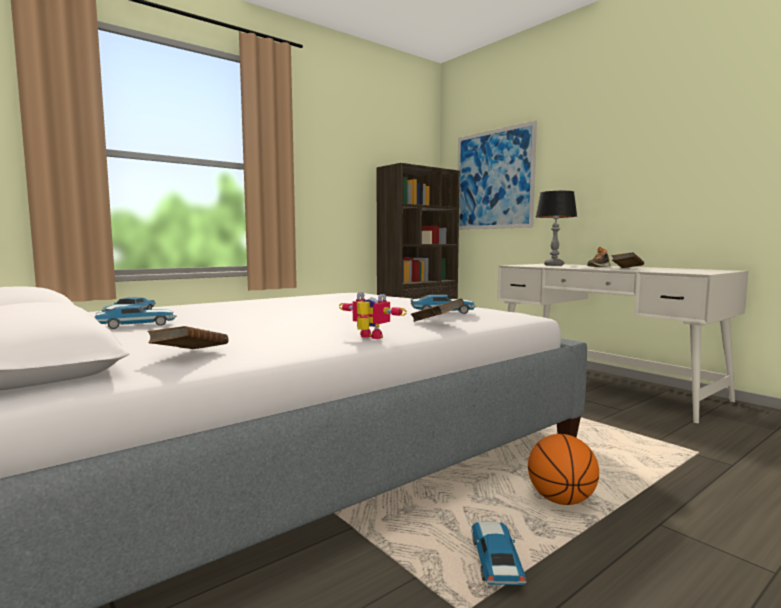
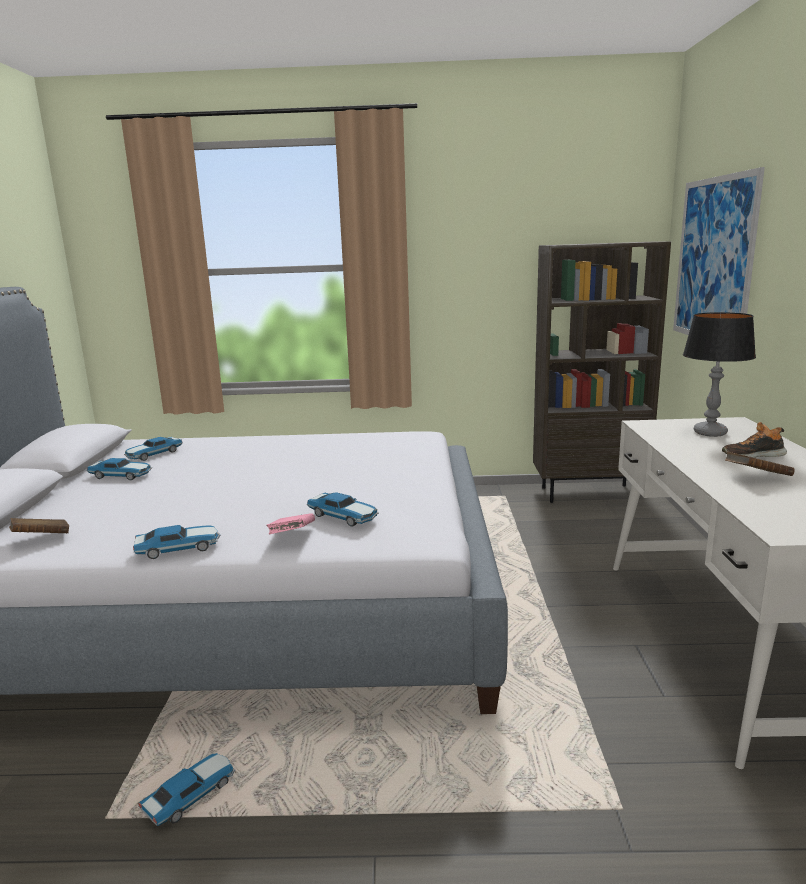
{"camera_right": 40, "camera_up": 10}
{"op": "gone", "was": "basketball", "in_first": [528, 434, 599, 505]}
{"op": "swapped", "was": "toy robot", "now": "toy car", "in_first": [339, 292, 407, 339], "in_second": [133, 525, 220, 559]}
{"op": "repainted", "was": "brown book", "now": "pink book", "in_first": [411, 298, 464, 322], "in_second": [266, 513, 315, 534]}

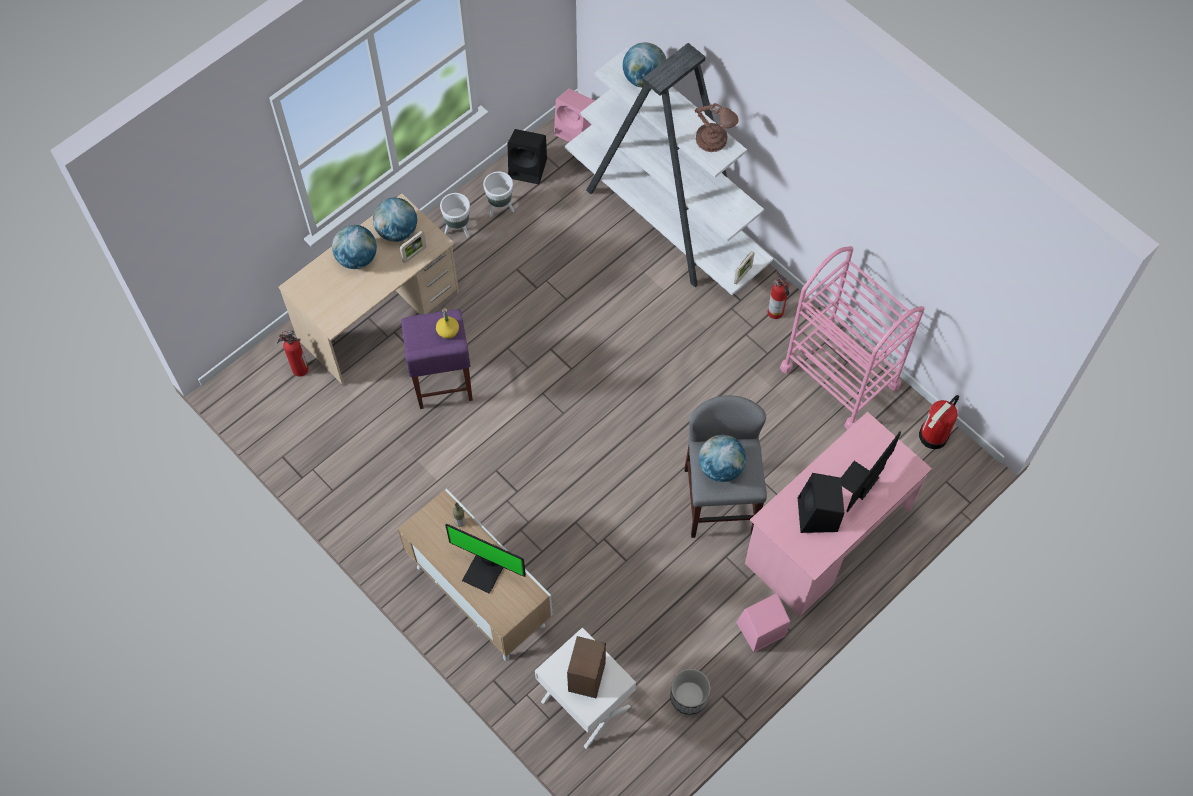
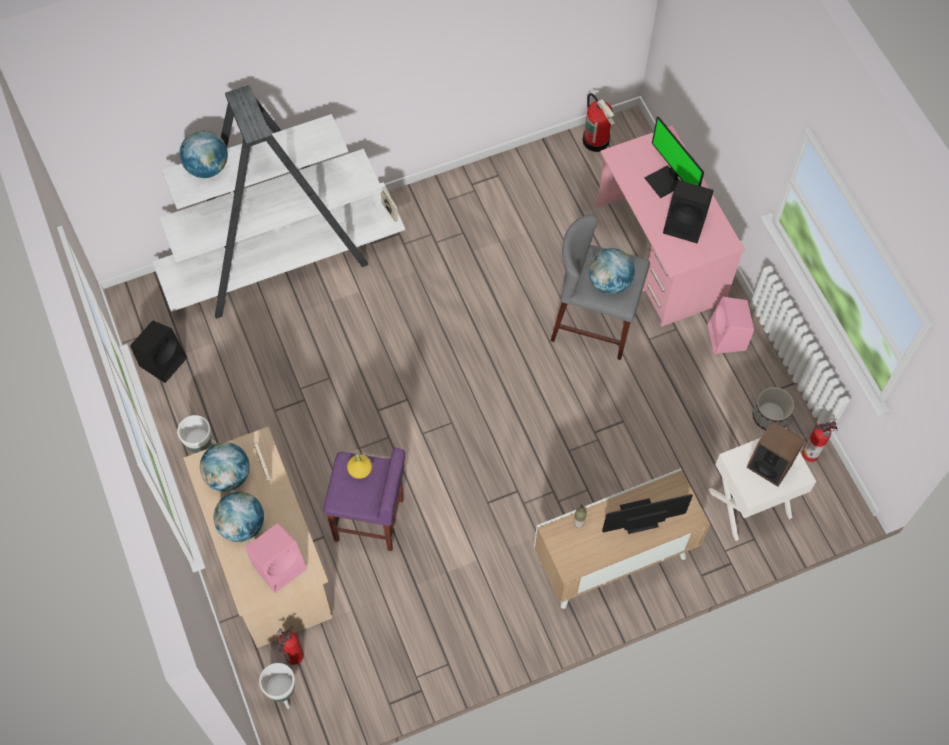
{"camera_right": -70, "camera_up": 0}
{"op": "gone", "was": "brown table lamp", "in_first": [695, 103, 739, 152]}
{"op": "gone", "was": "pink cart", "in_first": [780, 246, 925, 430]}
{"op": "shifted", "was": "white planter", "in_first": [483, 171, 514, 217], "in_second": [259, 663, 295, 709]}
{"op": "shifted", "was": "pink speaker", "in_first": [554, 89, 595, 142], "in_second": [245, 523, 307, 593]}
{"op": "shifted", "was": "fire extinguisher", "in_first": [768, 271, 789, 319], "in_second": [802, 421, 838, 462]}
{"op": "rotated", "was": "monitor", "in_first": [445, 524, 526, 594], "in_second": [602, 494, 693, 534], "clockwise": -150}

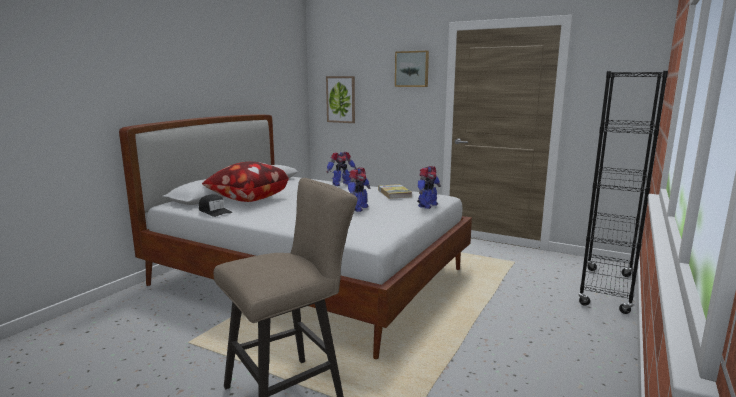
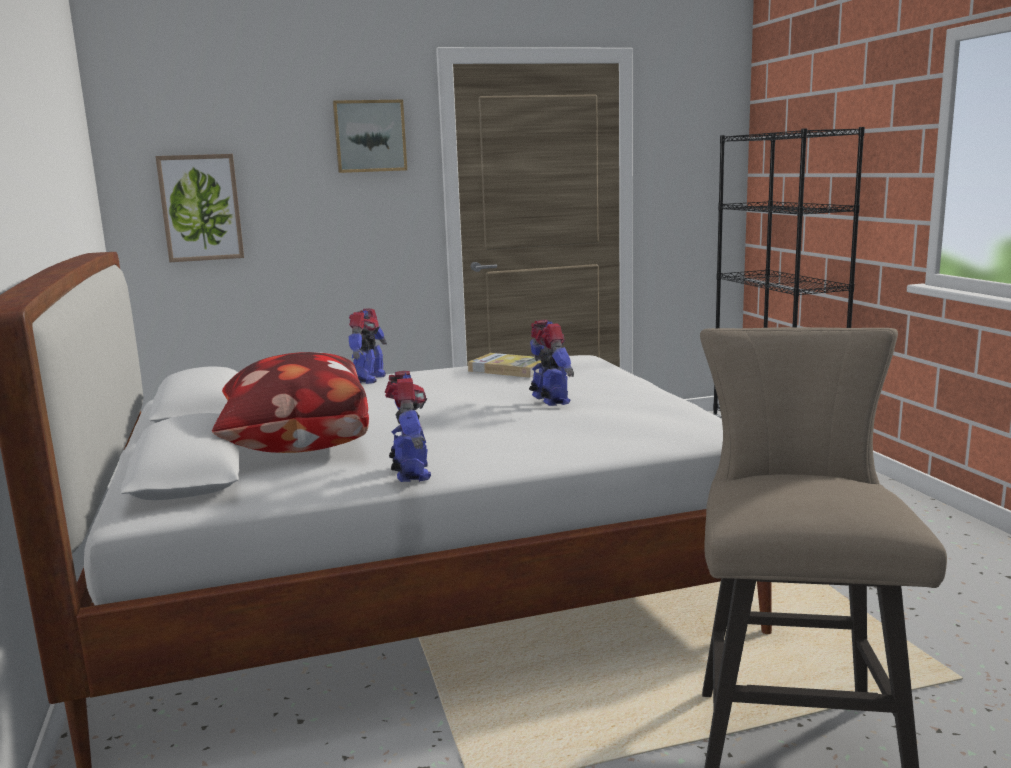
{"camera_right": -45, "camera_up": 0}
{"op": "gone", "was": "black cap", "in_first": [199, 194, 232, 217]}
{"op": "shifted", "was": "toy robot", "in_first": [417, 166, 441, 209], "in_second": [384, 371, 431, 482]}

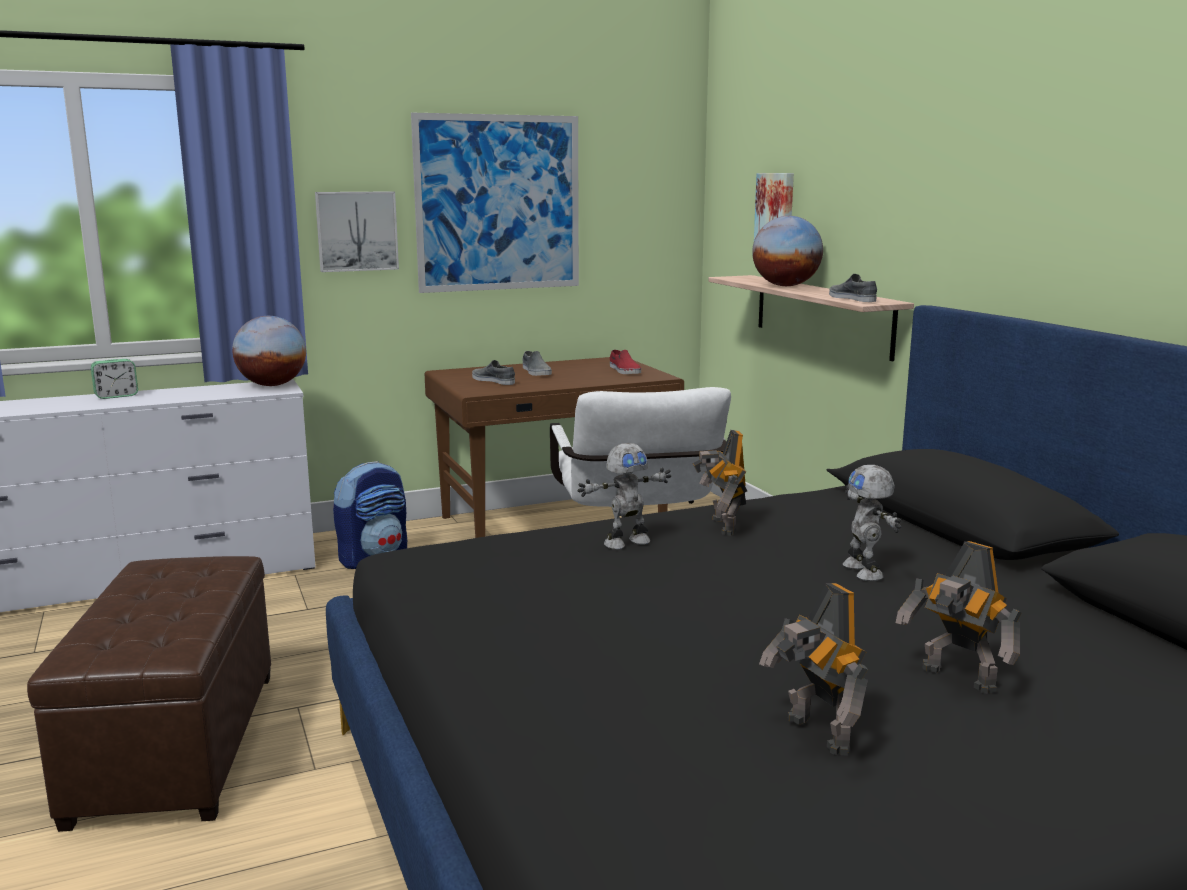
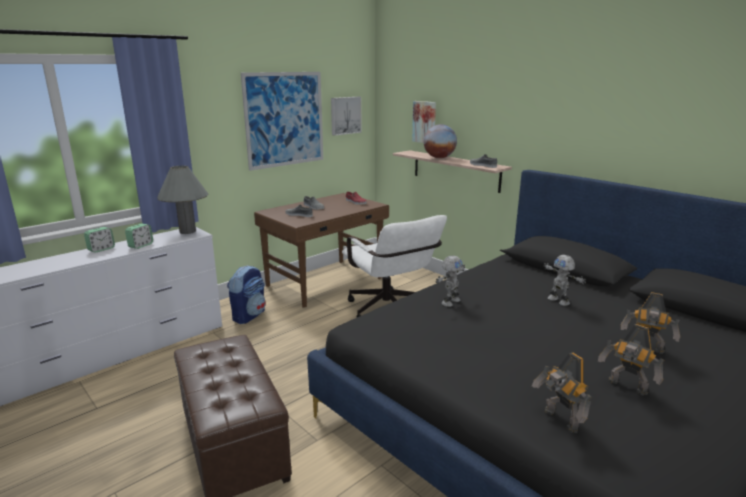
{"camera_right": -20, "camera_up": 5}
{"op": "new", "now": "alarm clock", "in_second": [125, 224, 153, 249]}
{"op": "shifted", "was": "picture", "in_first": [315, 191, 399, 272], "in_second": [331, 97, 362, 136]}
{"op": "shifted", "was": "toy robot", "in_first": [693, 430, 747, 536], "in_second": [532, 353, 591, 433]}
{"op": "swapped", "was": "globe", "now": "grey table lamp", "in_first": [232, 316, 306, 386], "in_second": [157, 166, 208, 234]}

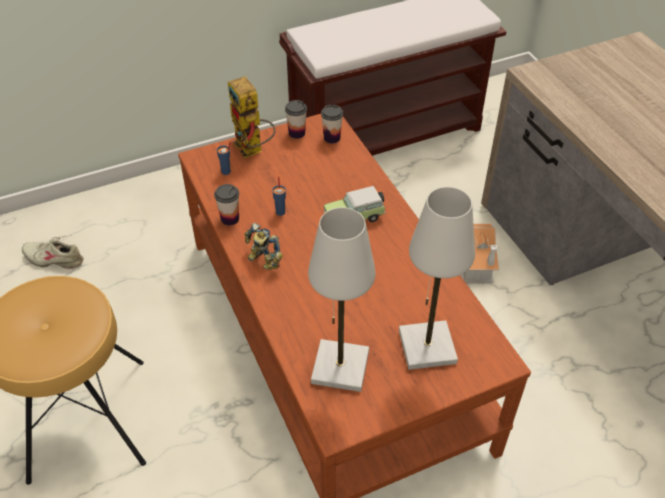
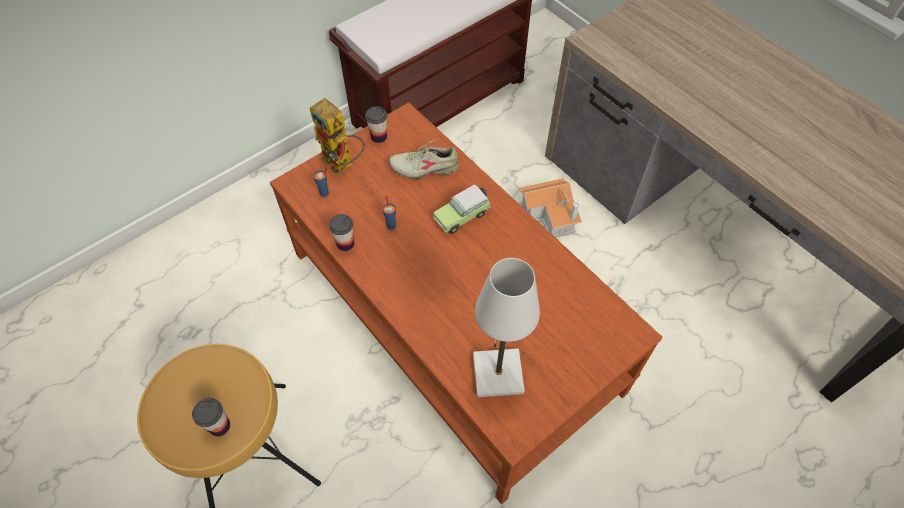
{"camera_right": -15, "camera_up": 10}
{"op": "gone", "was": "toy robot", "in_first": [244, 223, 283, 270]}
{"op": "gone", "was": "white table lamp", "in_first": [399, 187, 475, 370]}
{"op": "shifted", "was": "beige shoe", "in_first": [22, 235, 83, 269], "in_second": [389, 138, 459, 179]}
{"op": "shifted", "was": "cup", "in_first": [321, 105, 343, 143], "in_second": [192, 398, 230, 436]}

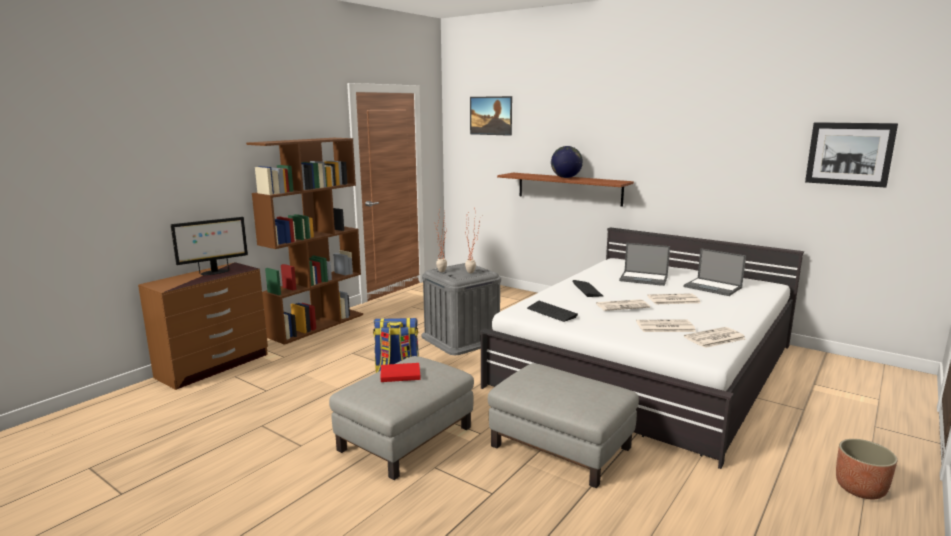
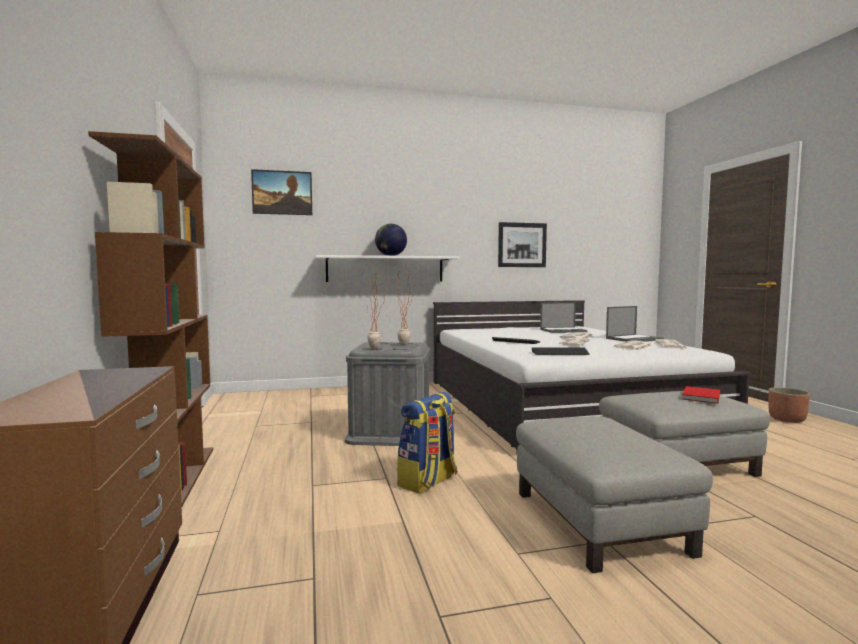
{"camera_right": -50, "camera_up": -10}
{"op": "gone", "was": "monitor", "in_first": [171, 217, 248, 275]}
{"op": "shifted", "was": "red book", "in_first": [381, 363, 421, 382], "in_second": [682, 386, 720, 404]}
{"op": "shifted", "was": "laptop", "in_first": [619, 243, 670, 286], "in_second": [606, 306, 664, 342]}
{"op": "shifted", "was": "picture", "in_first": [805, 122, 898, 188], "in_second": [498, 222, 547, 267]}
{"op": "repainted", "was": "brown shelf", "now": "white shelf", "in_first": [497, 173, 634, 207], "in_second": [316, 255, 459, 282]}

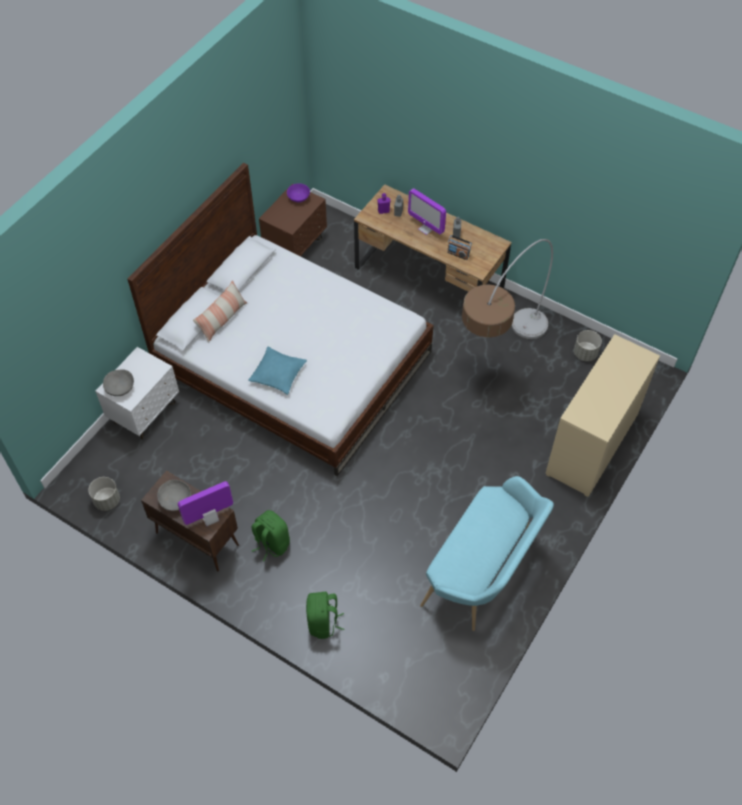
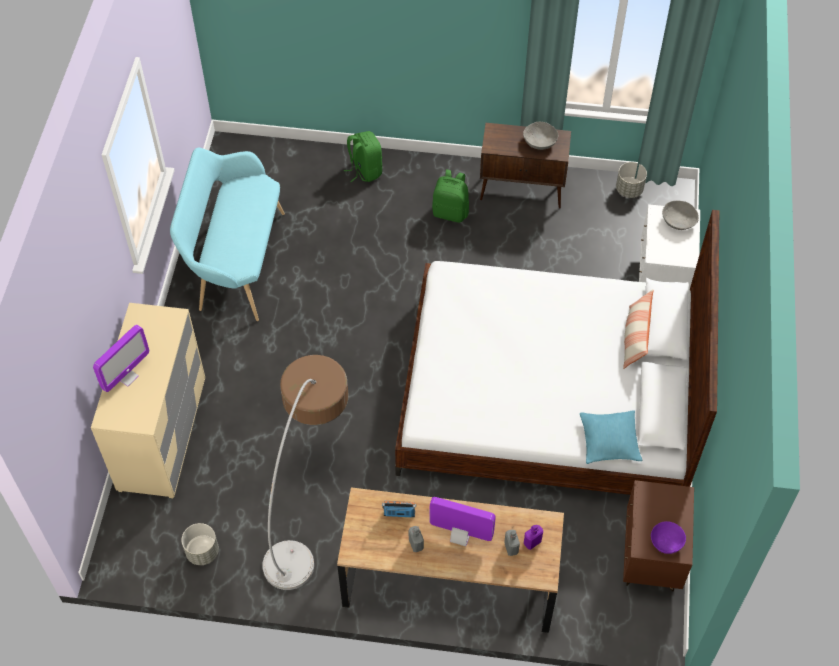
{"camera_right": 155, "camera_up": 0}
{"op": "shifted", "was": "monitor", "in_first": [178, 481, 233, 526], "in_second": [93, 325, 149, 392]}
{"op": "shifted", "was": "turquoise pillow", "in_first": [248, 347, 307, 395], "in_second": [580, 410, 642, 464]}

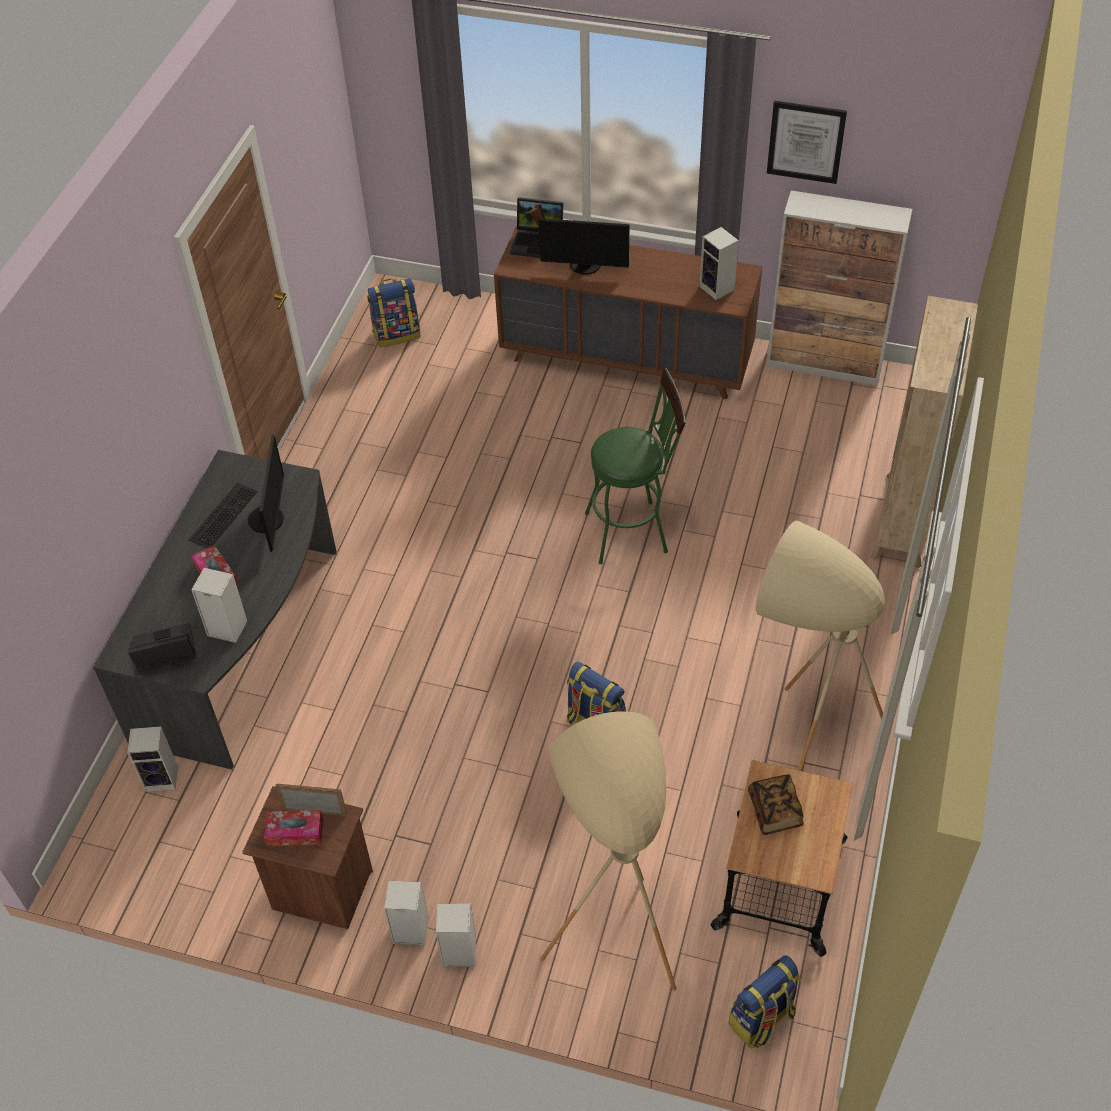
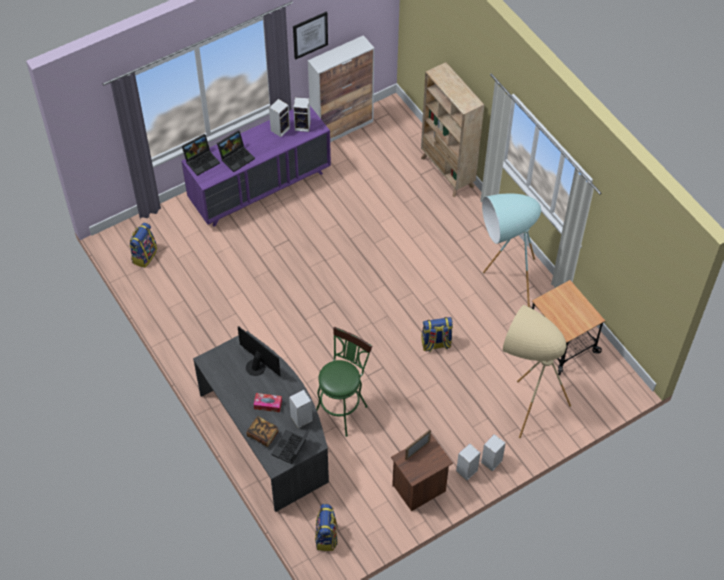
{"camera_right": -50, "camera_up": 5}
{"op": "gone", "was": "keyboard", "in_first": [189, 483, 258, 548]}
{"op": "gone", "was": "tissue box", "in_first": [264, 810, 323, 846]}
{"op": "shifted", "was": "speaker", "in_first": [127, 727, 178, 792], "in_second": [269, 99, 290, 137]}
{"op": "shifted", "was": "green stool", "in_first": [585, 368, 686, 564], "in_second": [316, 327, 372, 437]}
{"op": "shifted", "was": "backpack", "in_first": [728, 955, 800, 1048], "in_second": [315, 504, 338, 551]}
{"op": "shifted", "was": "book", "in_first": [748, 774, 804, 835], "in_second": [246, 416, 279, 447]}
{"op": "swapped", "was": "monitor", "now": "laptop", "in_first": [539, 218, 630, 275], "in_second": [217, 130, 255, 172]}
{"op": "repainted", "was": "brown dresser", "now": "purple dresser", "in_first": [494, 226, 762, 399], "in_second": [182, 106, 331, 227]}
{"op": "repainted", "was": "beige floor lamp", "now": "turquoise floor lamp", "in_first": [756, 521, 885, 771], "in_second": [482, 193, 541, 307]}

